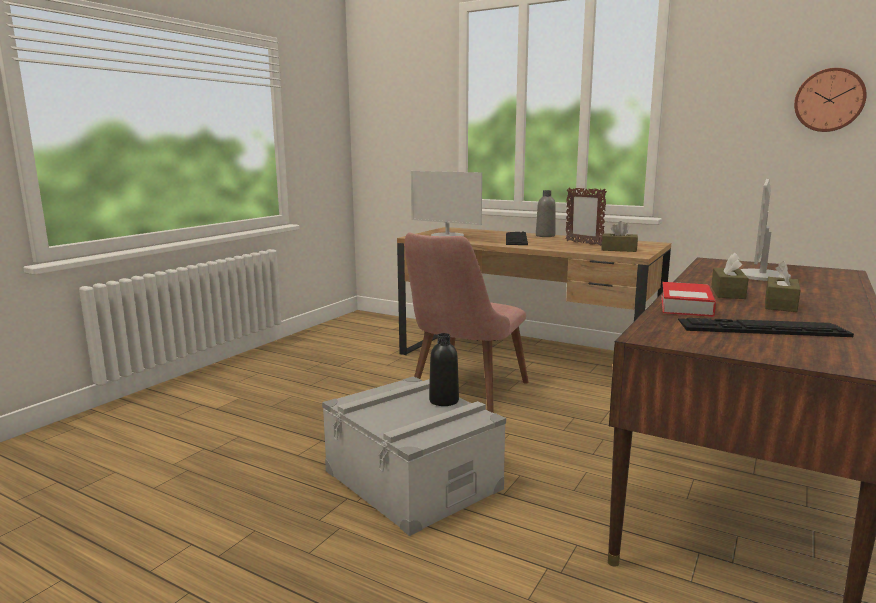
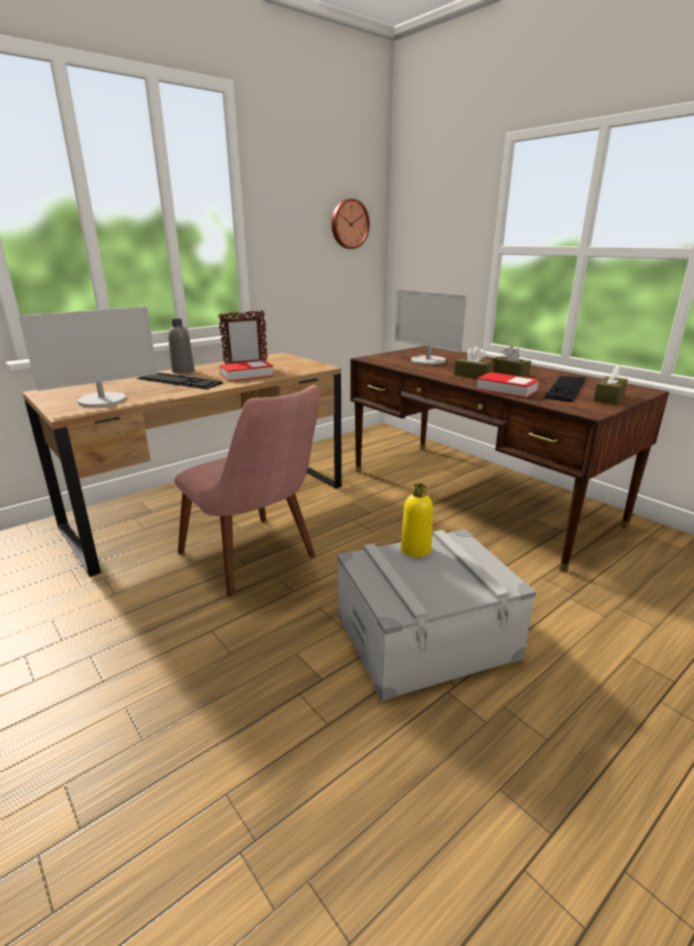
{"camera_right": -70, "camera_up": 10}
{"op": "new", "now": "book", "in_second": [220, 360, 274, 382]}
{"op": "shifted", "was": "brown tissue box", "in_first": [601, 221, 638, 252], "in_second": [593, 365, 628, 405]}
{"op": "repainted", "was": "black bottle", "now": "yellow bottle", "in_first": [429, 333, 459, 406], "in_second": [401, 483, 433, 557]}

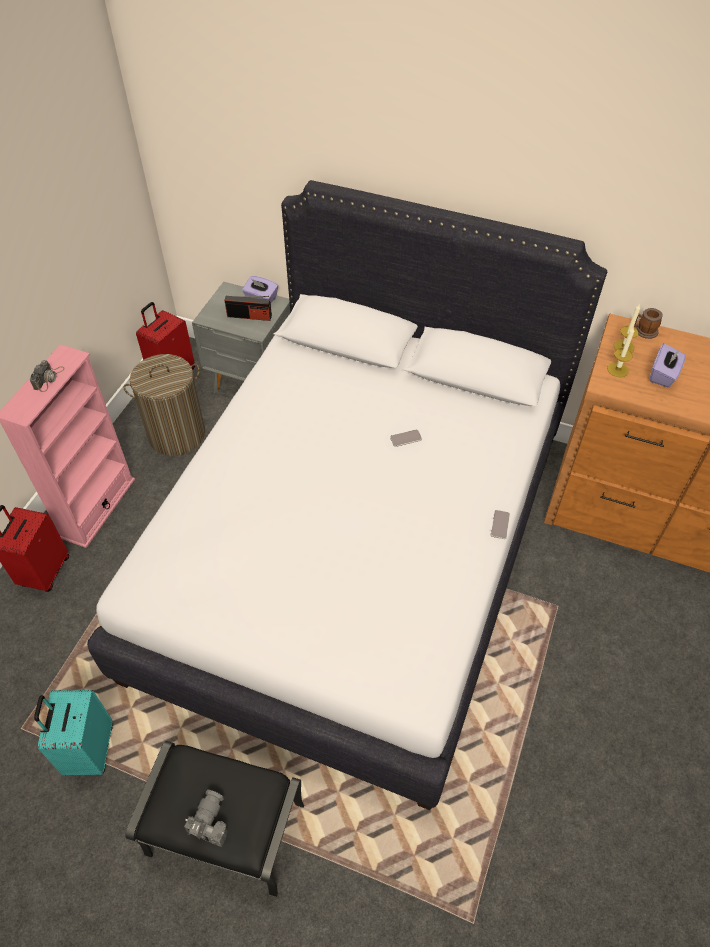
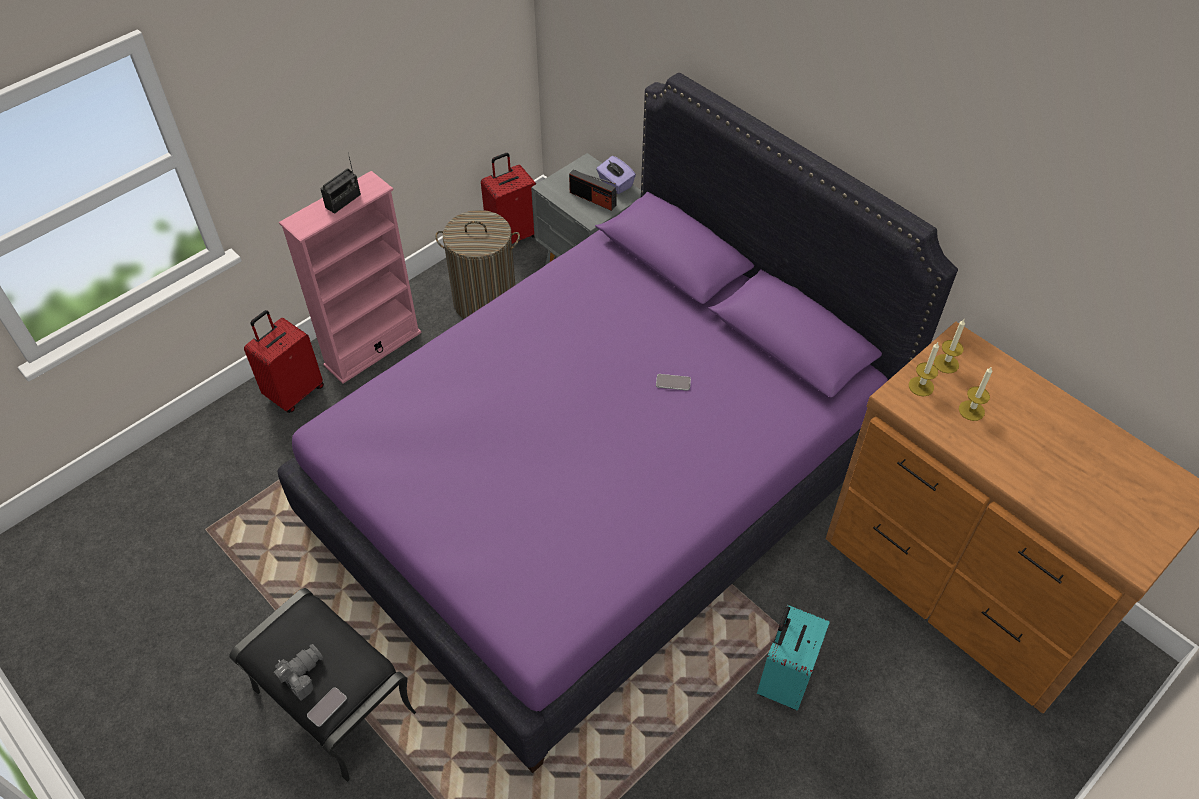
{"camera_right": 25, "camera_up": 0}
{"op": "gone", "was": "mug", "in_first": [634, 308, 663, 339]}
{"op": "shifted", "was": "turquoise suitcase", "in_first": [34, 690, 113, 775], "in_second": [757, 605, 830, 710]}
{"op": "shifted", "was": "phone", "in_first": [491, 510, 510, 539], "in_second": [307, 688, 347, 727]}
{"op": "swapped", "was": "photo camera", "now": "radio", "in_first": [30, 360, 64, 392], "in_second": [320, 152, 361, 214]}
{"op": "swapped", "was": "purple tissue box", "now": "candle", "in_first": [650, 343, 686, 387], "in_second": [959, 366, 992, 421]}
{"op": "repainted", "was": "white bed", "now": "purple bed", "in_first": [87, 180, 607, 810], "in_second": [277, 73, 958, 773]}

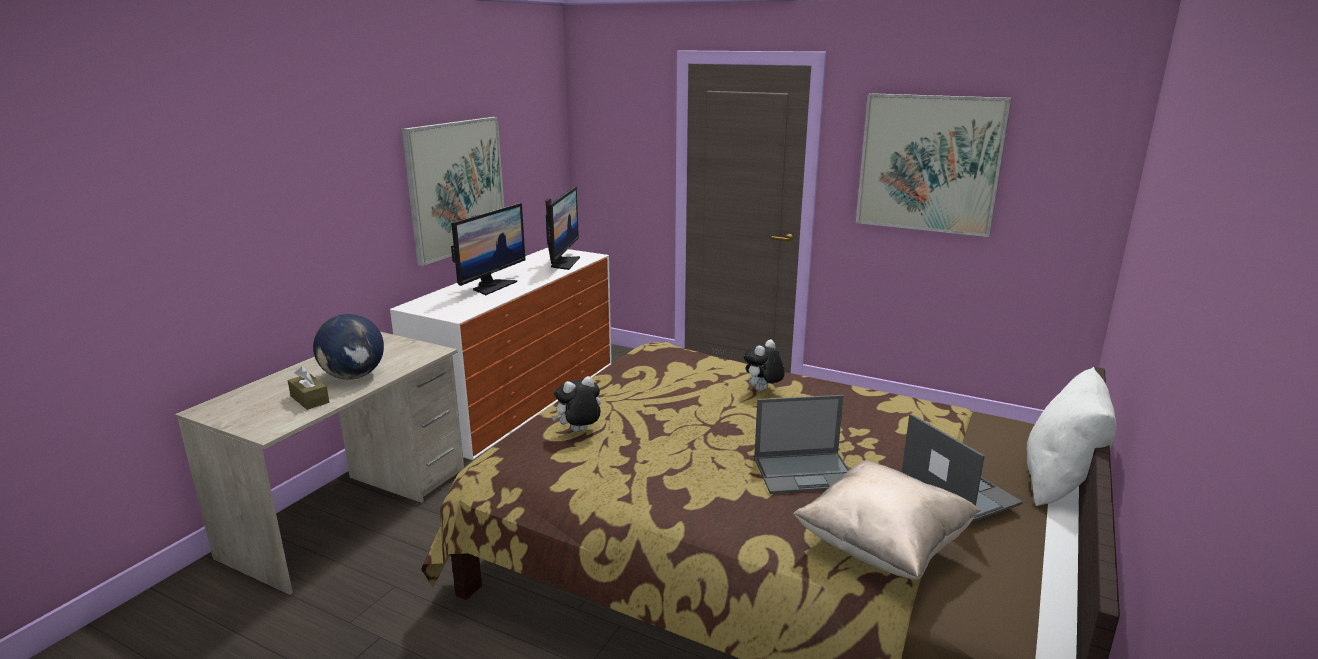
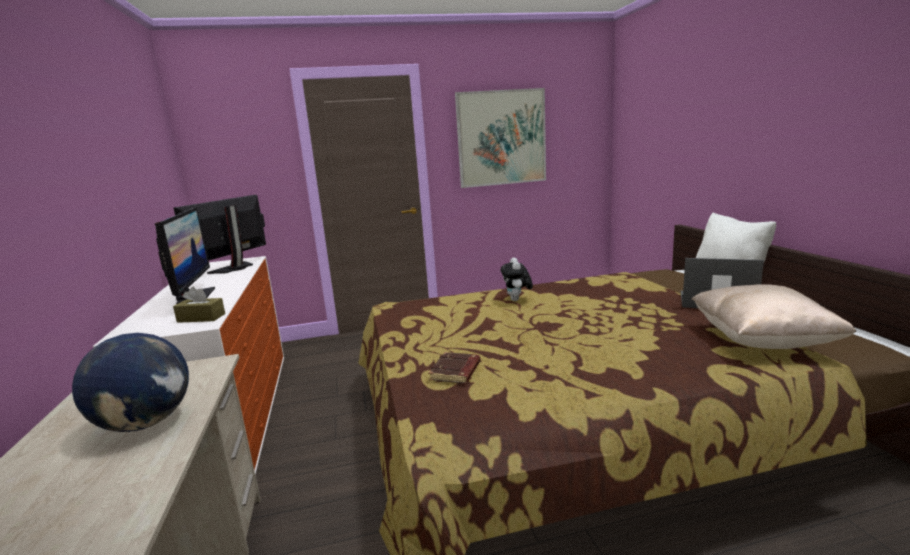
{"camera_right": -40, "camera_up": -5}
{"op": "gone", "was": "picture", "in_first": [402, 117, 504, 266]}
{"op": "gone", "was": "laptop", "in_first": [754, 395, 849, 494]}
{"op": "shifted", "was": "brown tissue box", "in_first": [287, 367, 329, 410], "in_second": [173, 286, 225, 323]}
{"op": "swapped", "was": "plush toy", "now": "brown book", "in_first": [552, 376, 601, 432], "in_second": [428, 352, 481, 384]}
{"op": "rotated", "was": "monitor", "in_first": [545, 187, 580, 270], "in_second": [174, 195, 266, 274], "clockwise": -120}

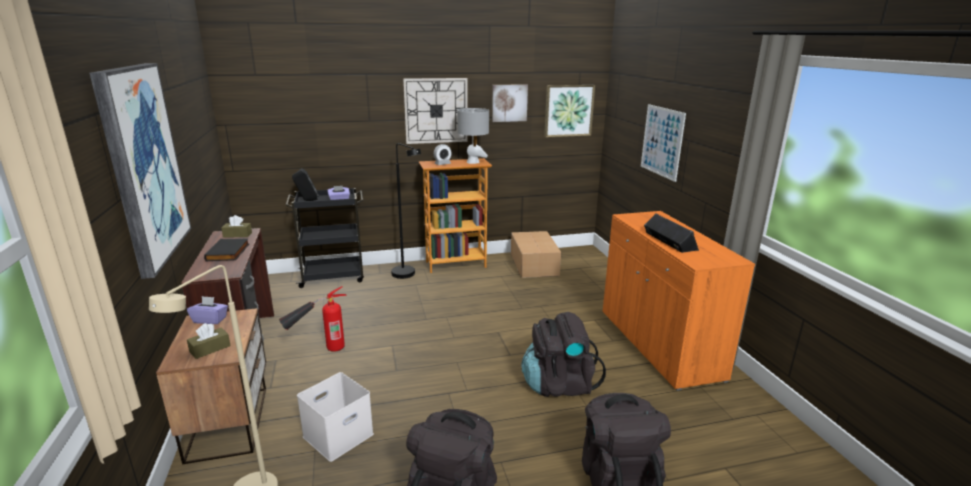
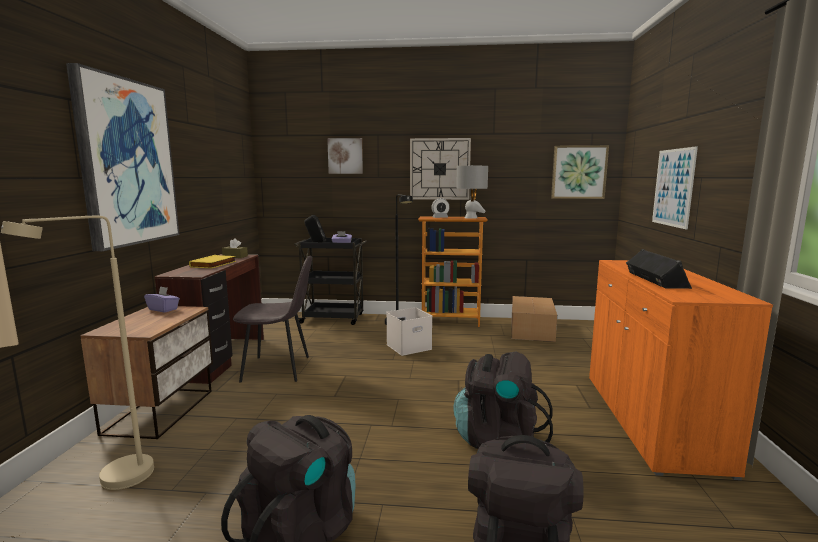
{"camera_right": 20, "camera_up": -10}
{"op": "gone", "was": "brown tissue box", "in_first": [187, 323, 231, 359]}
{"op": "shifted", "was": "white storage box", "in_first": [297, 372, 374, 462], "in_second": [386, 307, 432, 356]}
{"op": "shifted", "was": "picture", "in_first": [492, 84, 528, 122], "in_second": [327, 138, 363, 174]}
{"op": "swapped", "was": "fire extinguisher", "now": "grey chair", "in_first": [279, 286, 347, 352], "in_second": [233, 255, 312, 382]}
{"op": "repainted", "was": "black book", "now": "yellow book", "in_first": [204, 238, 249, 262], "in_second": [189, 255, 236, 268]}

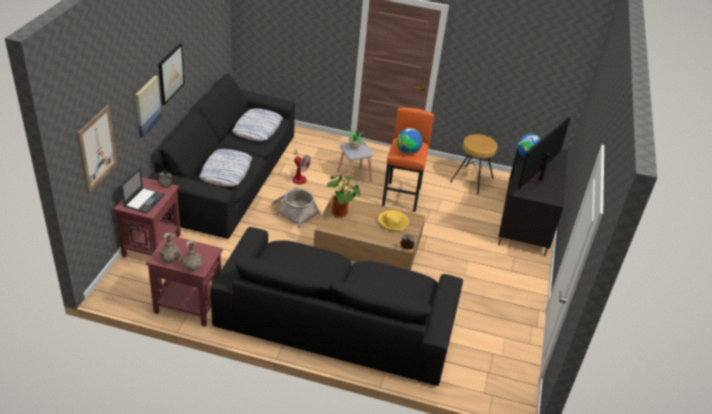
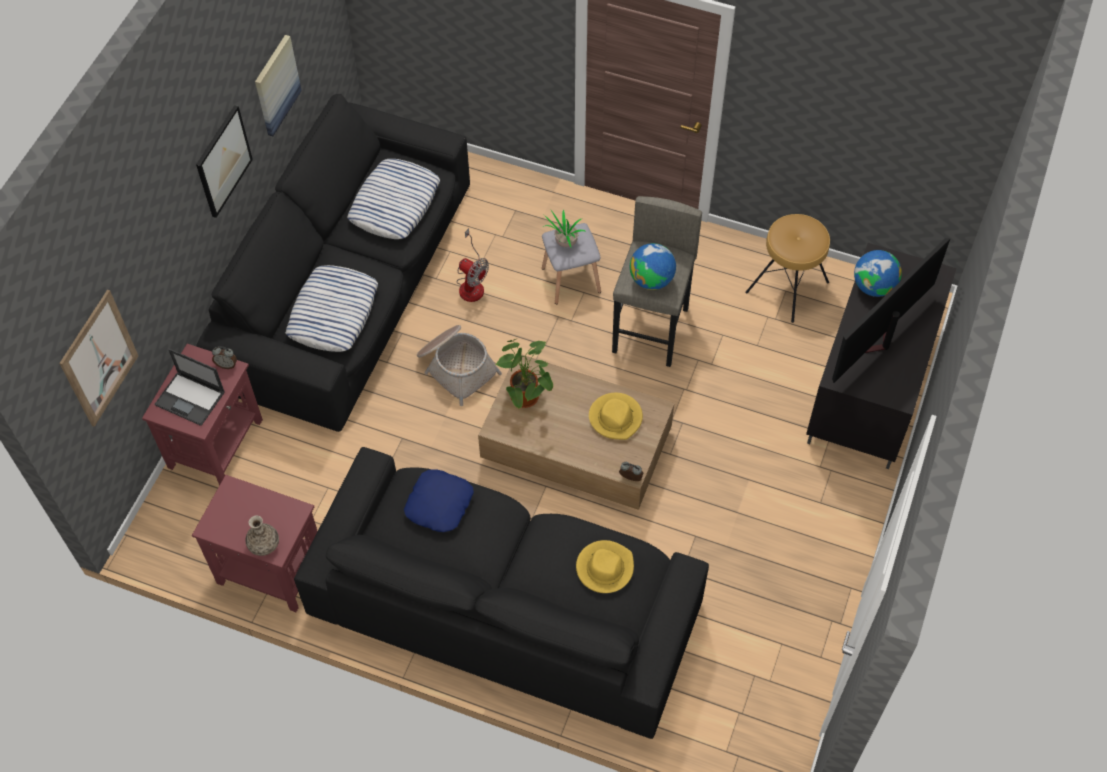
{"camera_right": 10, "camera_up": 20}
{"op": "gone", "was": "vase", "in_first": [160, 233, 181, 264]}
{"op": "new", "now": "blue pillow", "in_second": [404, 469, 474, 532]}
{"op": "new", "now": "yellow hat", "in_second": [576, 540, 634, 593]}
{"op": "shifted", "was": "picture", "in_first": [135, 76, 162, 137], "in_second": [255, 35, 302, 136]}
{"op": "repainted", "was": "orange stool", "now": "grey stool", "in_first": [382, 108, 434, 212], "in_second": [612, 196, 702, 367]}
{"op": "rotated", "was": "laptop", "in_first": [121, 167, 165, 214], "in_second": [154, 349, 225, 426], "clockwise": 90}

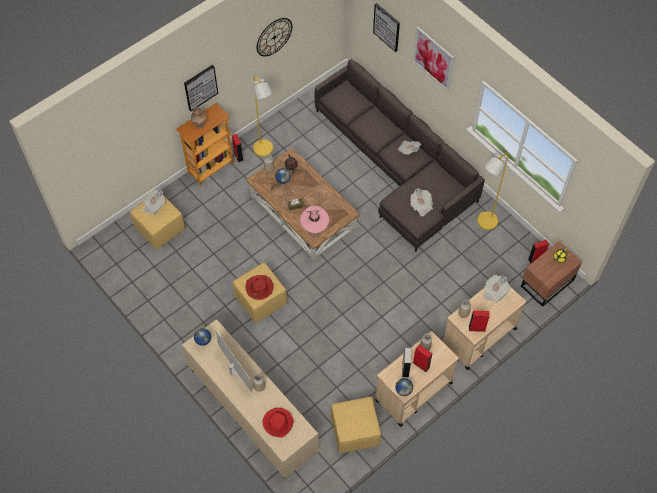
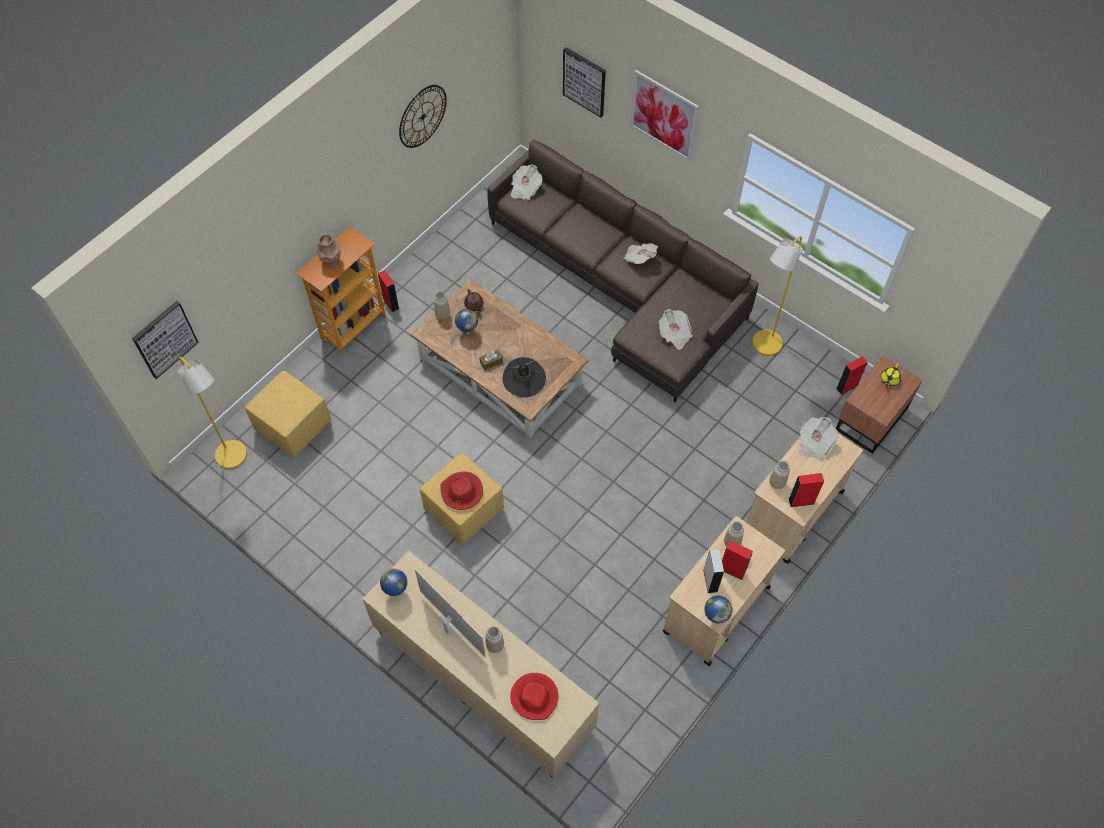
{"camera_right": -10, "camera_up": 0}
{"op": "gone", "was": "yellow ottoman", "in_first": [331, 396, 381, 453]}
{"op": "shifted", "was": "newspaper", "in_first": [142, 189, 165, 215], "in_second": [511, 165, 542, 200]}
{"op": "shifted", "was": "picture", "in_first": [184, 65, 218, 111], "in_second": [132, 301, 199, 379]}
{"op": "shifted", "was": "yellow floor lamp", "in_first": [252, 76, 273, 157], "in_second": [178, 357, 247, 469]}
{"op": "repainted", "was": "pink hat", "now": "black hat", "in_first": [300, 206, 329, 233], "in_second": [503, 357, 546, 397]}

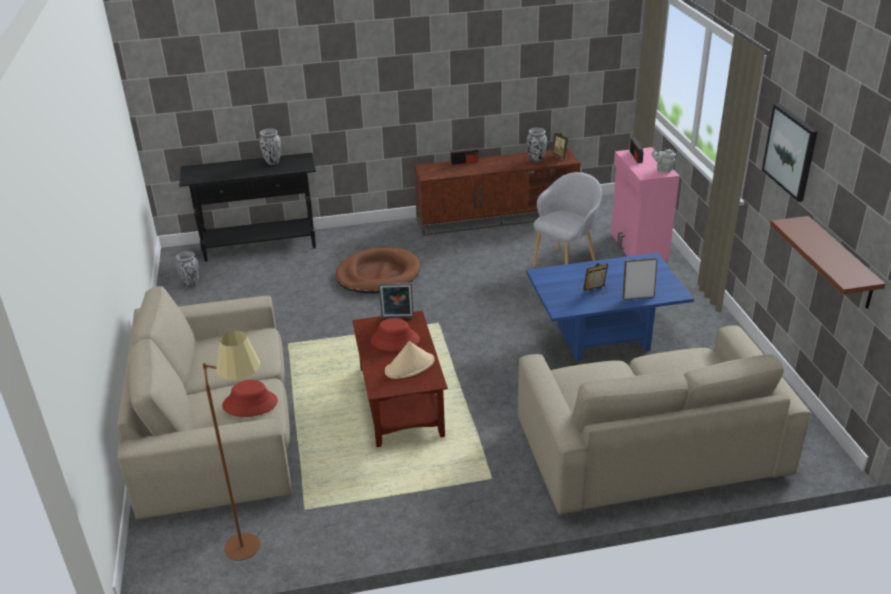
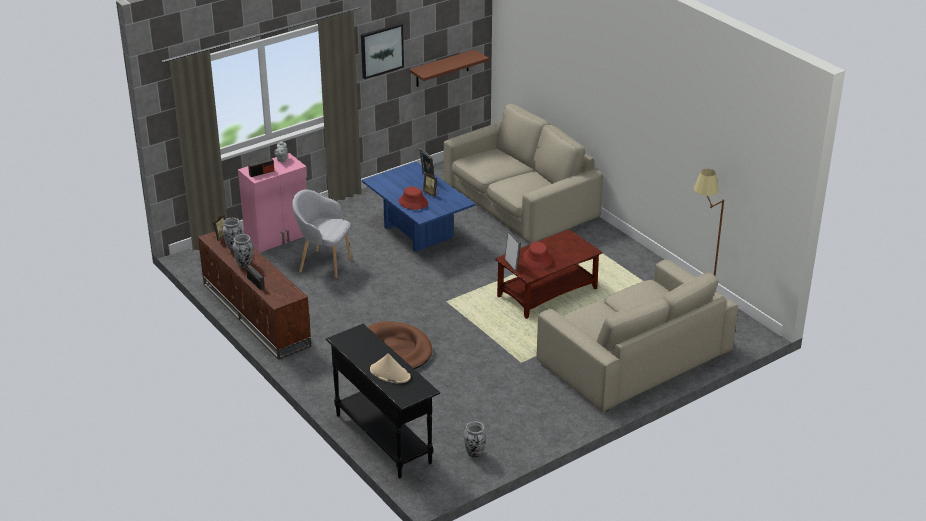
{"camera_right": -115, "camera_up": 0}
{"op": "shifted", "was": "red hat", "in_first": [222, 380, 278, 417], "in_second": [399, 187, 428, 210]}
{"op": "shifted", "was": "vase", "in_first": [259, 128, 281, 165], "in_second": [233, 234, 253, 268]}
{"op": "shifted", "was": "beige hat", "in_first": [385, 341, 434, 379], "in_second": [370, 353, 411, 384]}

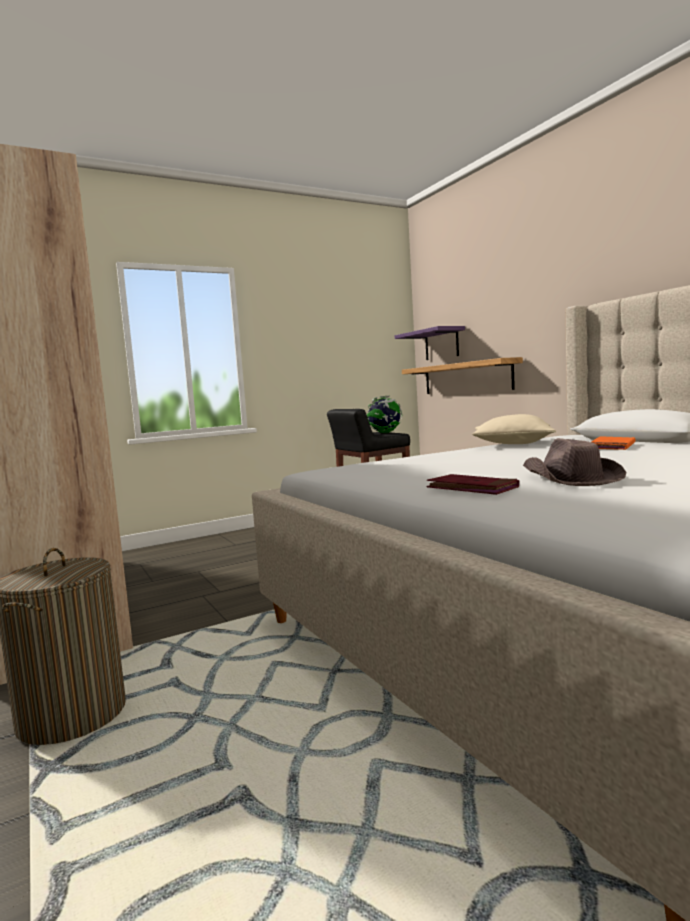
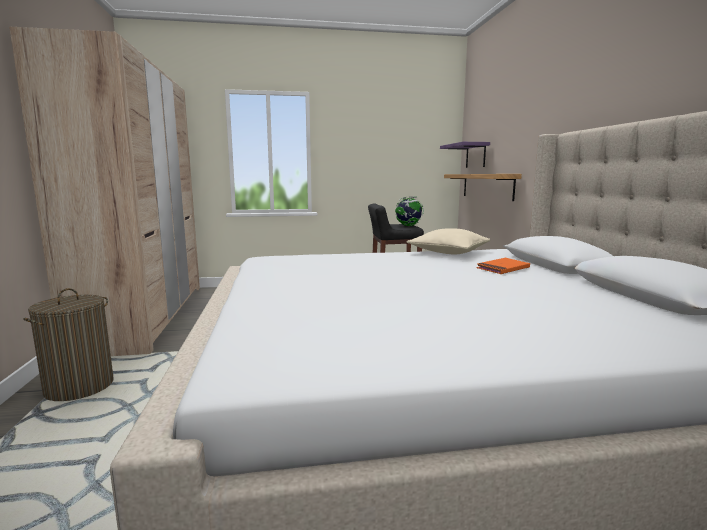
{"camera_right": 20, "camera_up": 5}
{"op": "gone", "was": "red book", "in_first": [427, 474, 519, 495]}
{"op": "gone", "was": "brown hat", "in_first": [523, 438, 626, 486]}

